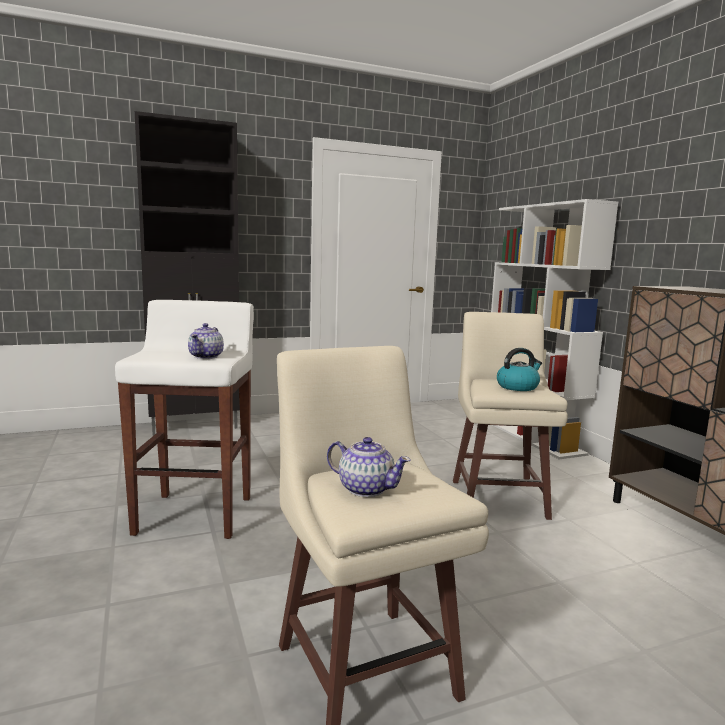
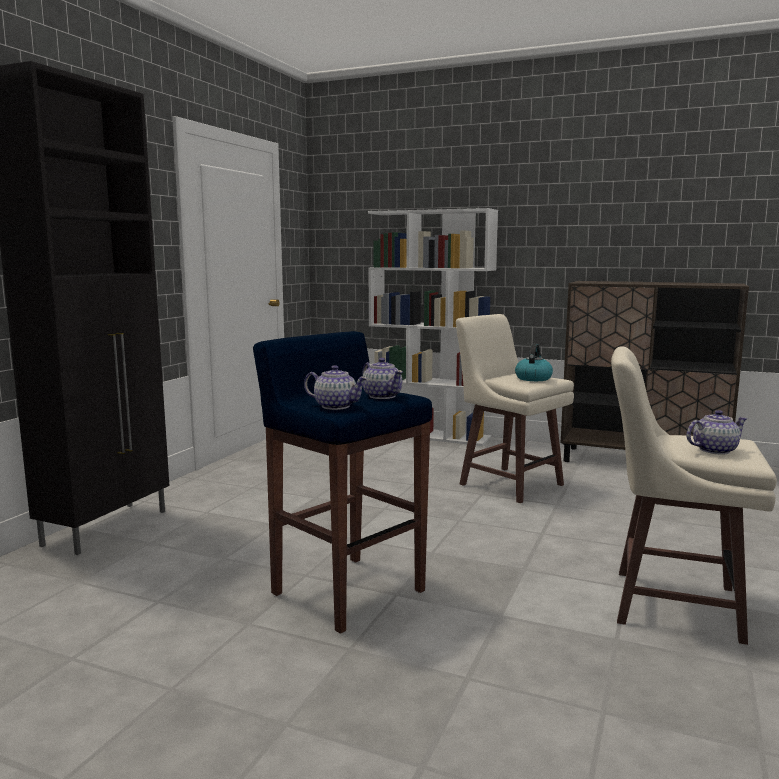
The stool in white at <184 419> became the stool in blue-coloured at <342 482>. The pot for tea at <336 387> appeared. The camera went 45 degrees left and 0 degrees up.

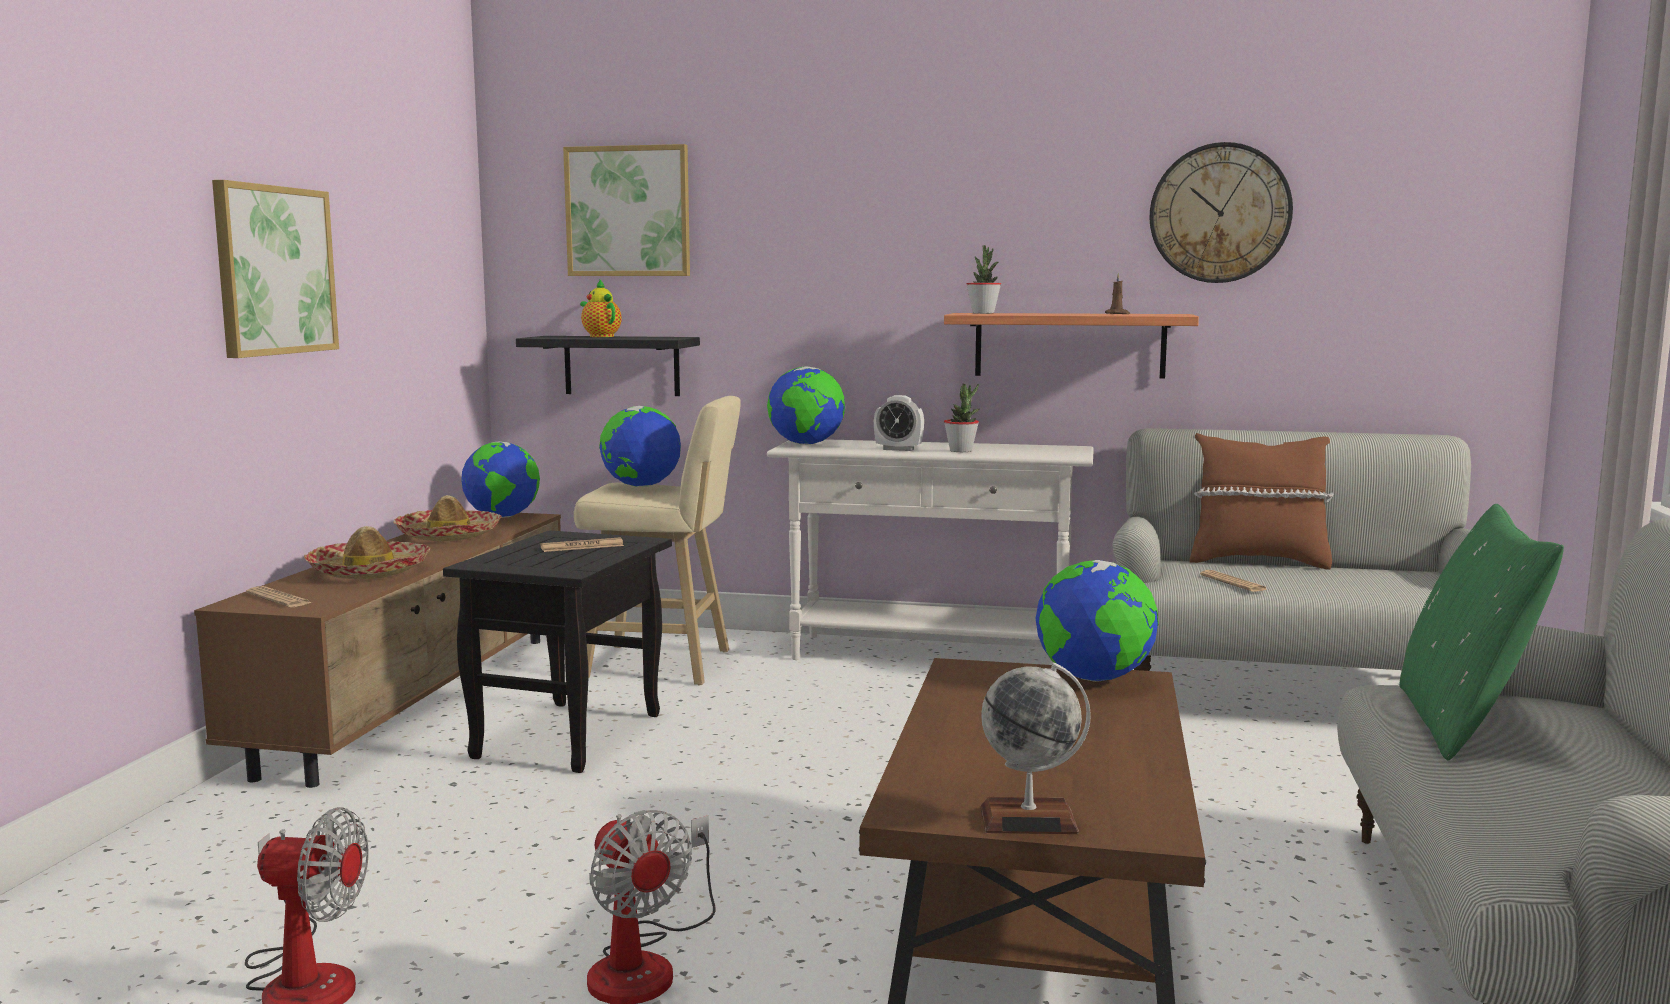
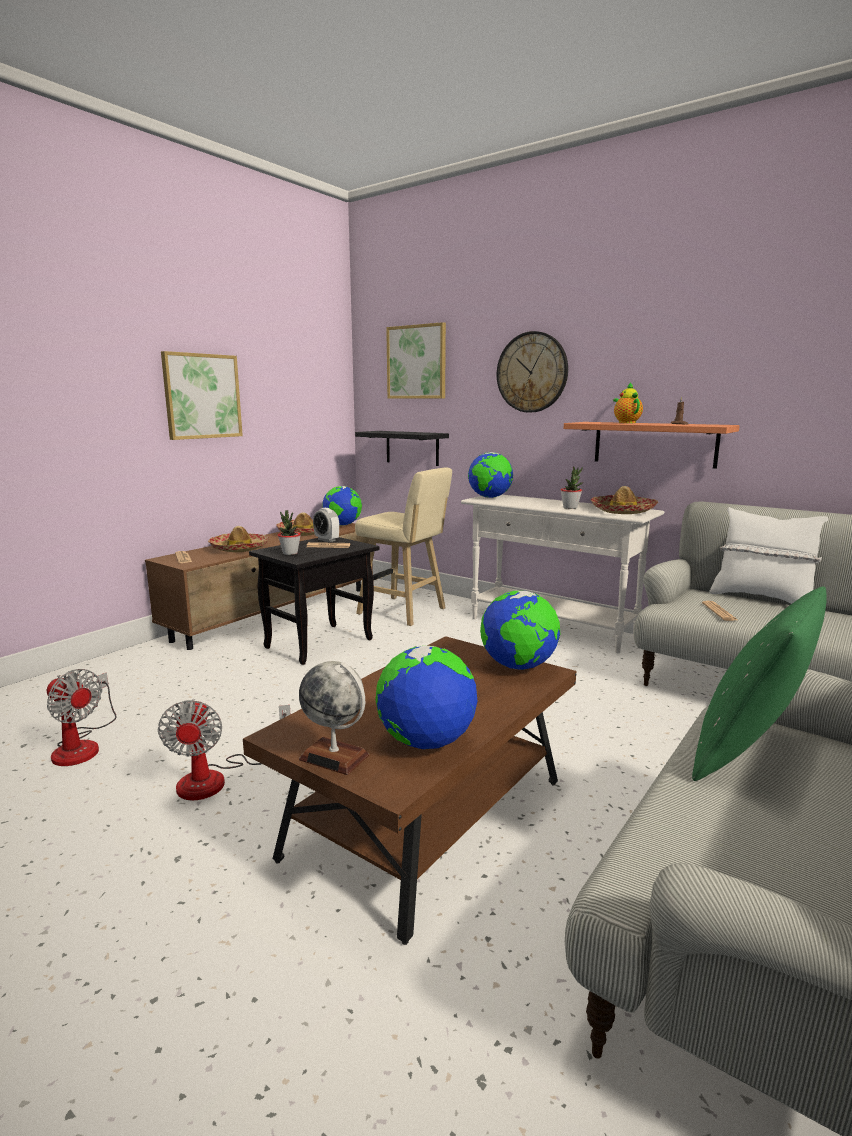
The pot for tea moved from <601 308> to <628 402>. The world globe moved from <640 446> to <426 697>. The bedside clock moved from <899 423> to <326 525>. The potted plant moved from <984 279> to <289 532>. The clock on the wall moved from <1221 212> to <532 372>. The pillow in brown-coloured at <1262 501> became the pillow in white at <768 555>. The hat at <624 500> appeared. The camera went 25 degrees right and 5 degrees up.

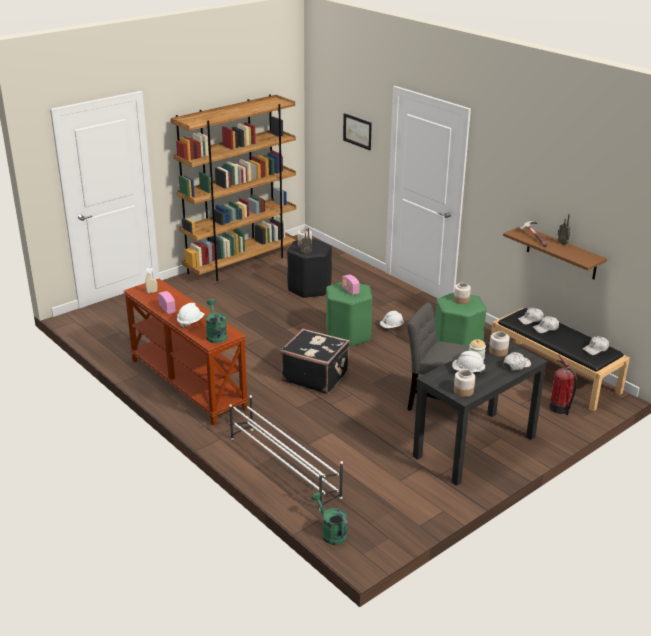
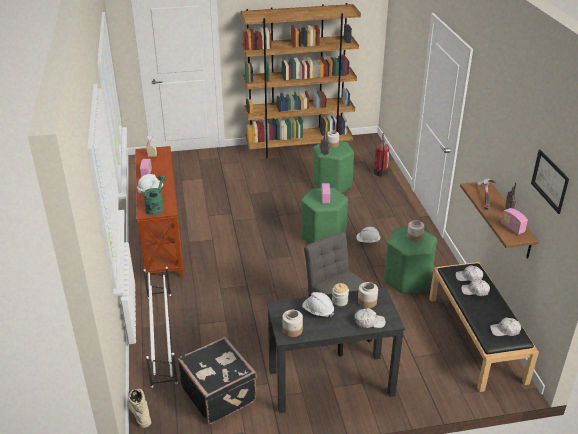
The travel case in black-coloured moved from <315 361> to <217 380>. The stool in black-coloured at <309 269> became the stool in greenish at <333 167>. The sprinkling can in greenish at <329 518> was replaced by the boot in sand-coloured at <139 408>. The wall art moved from <357 131> to <550 182>. The extinguisher moved from <563 384> to <381 155>. The radio set at <514 221> appeared. The camera went 30 degrees right and 5 degrees up.

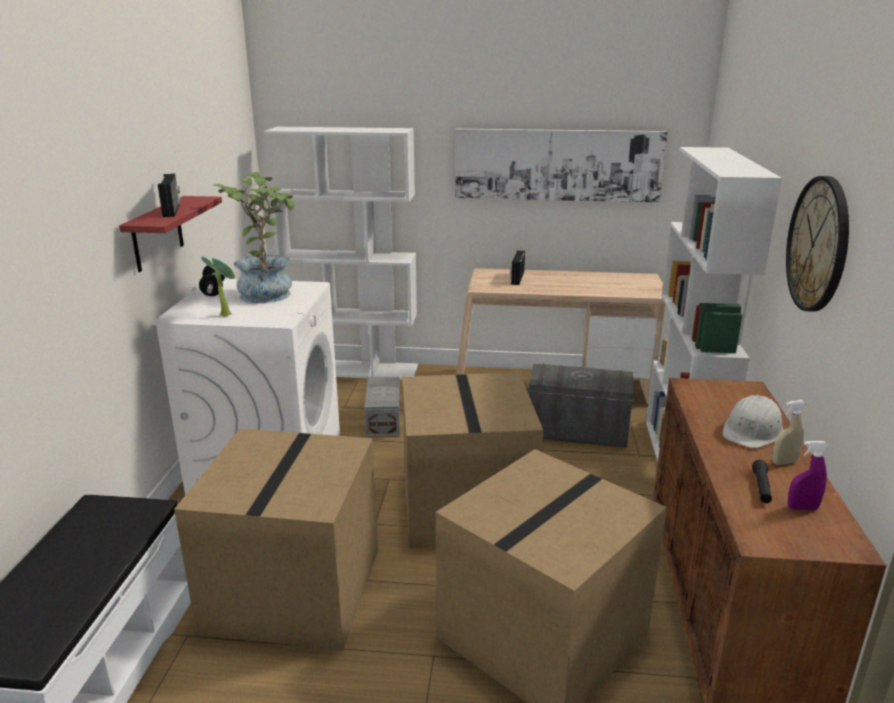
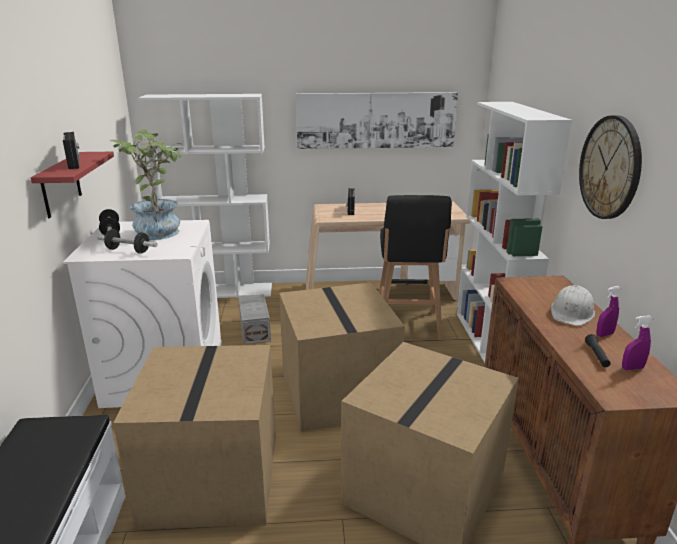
The potted plant at <218 286> was replaced by the dumbbell at <127 241>. The storage box in gray at <580 405> was replaced by the stool in black-coloured at <415 267>. The spray bottle in sand-coloured at <789 432> became the spray bottle in purple at <608 311>. The camera went 10 degrees left and 0 degrees up.

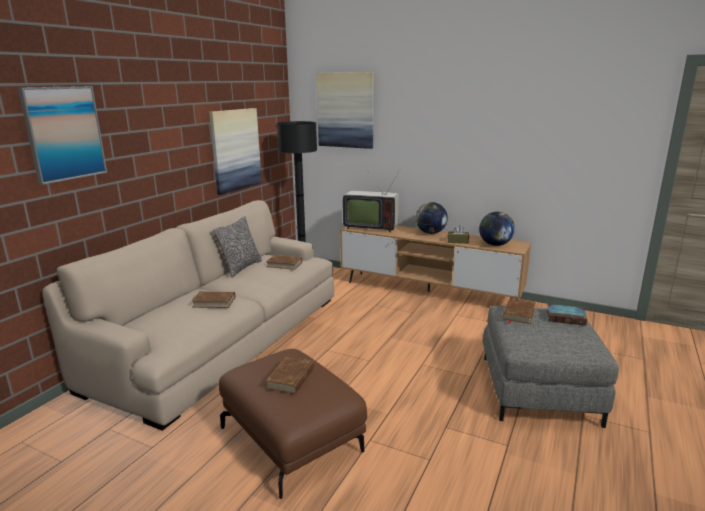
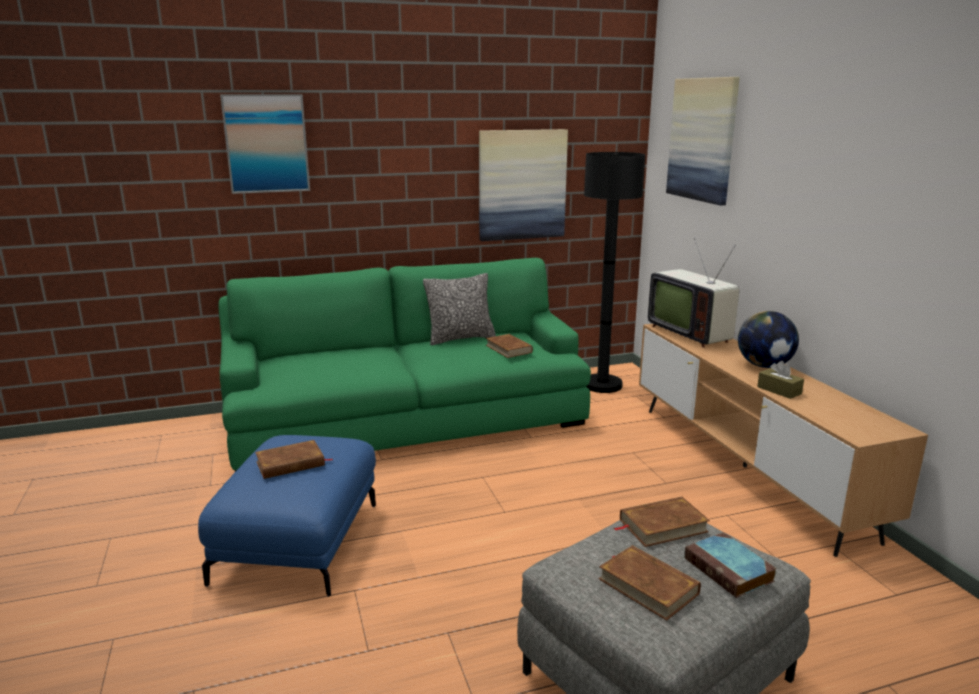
The couch in sand-coloured at <188 315> became the couch in greenish at <404 365>. The volume in brown-coloured moved from <213 299> to <650 583>. The pouffe in brown-coloured at <293 424> became the pouffe in blue-coloured at <287 516>. The world globe at <497 229> disappeared. The camera went 45 degrees right and 0 degrees up.

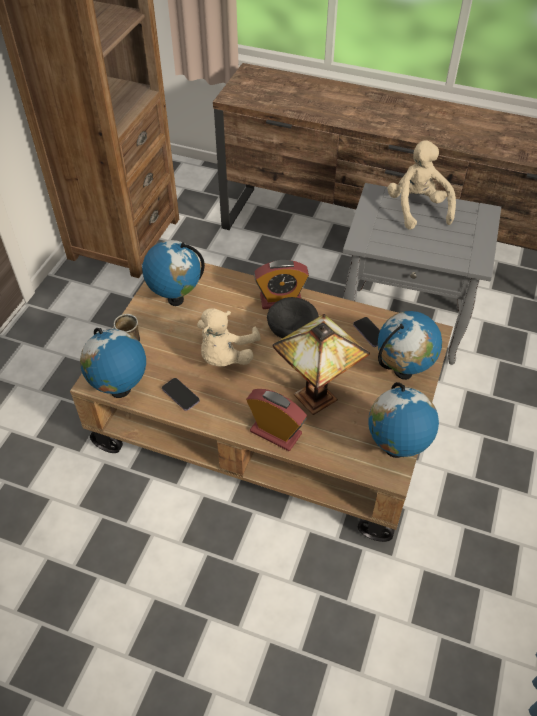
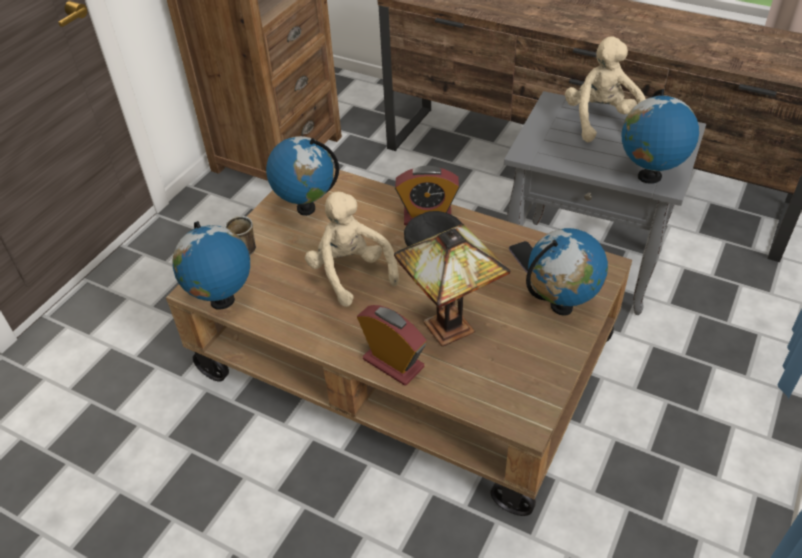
The telephone at <181 394> disappeared. The cuddly toy in sand-coloured at <229 337> turned 120 degrees clockwise. The world globe moved from <403 420> to <660 136>. The camera went 10 degrees right and 5 degrees down.

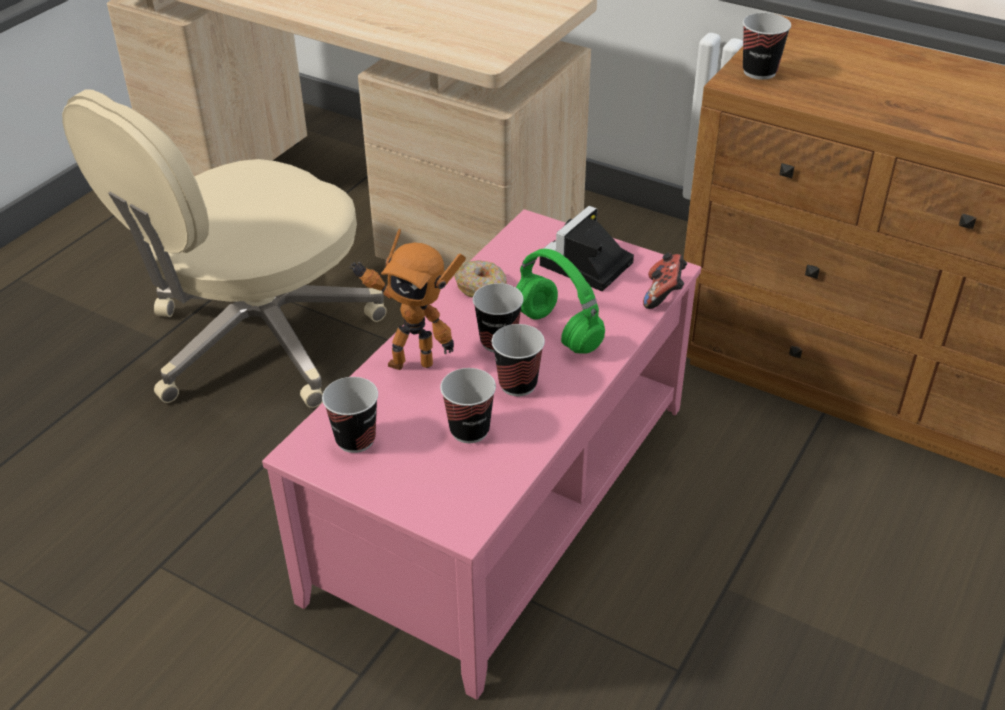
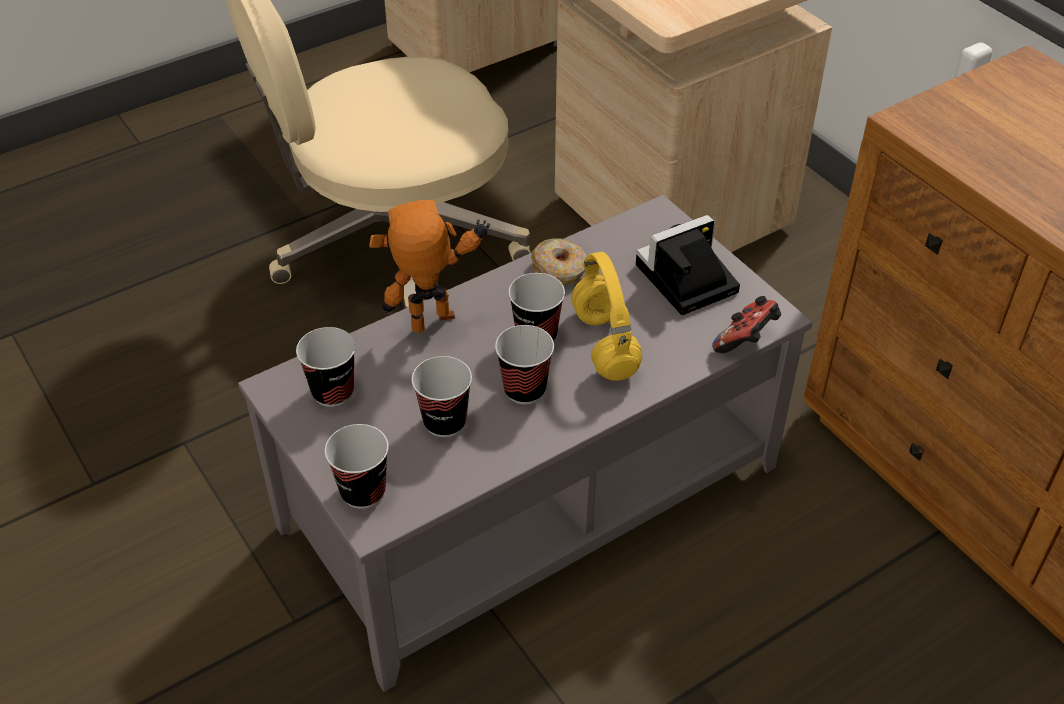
The coffee table in pink at <481 454> became the coffee table in gray at <525 443>. The toy robot at <407 299> turned 120 degrees clockwise. The pair of headphones in greenish at <560 301> became the pair of headphones in yellow at <606 316>. The cup moved from <767 46> to <357 466>. The camera went 25 degrees right and 5 degrees up.

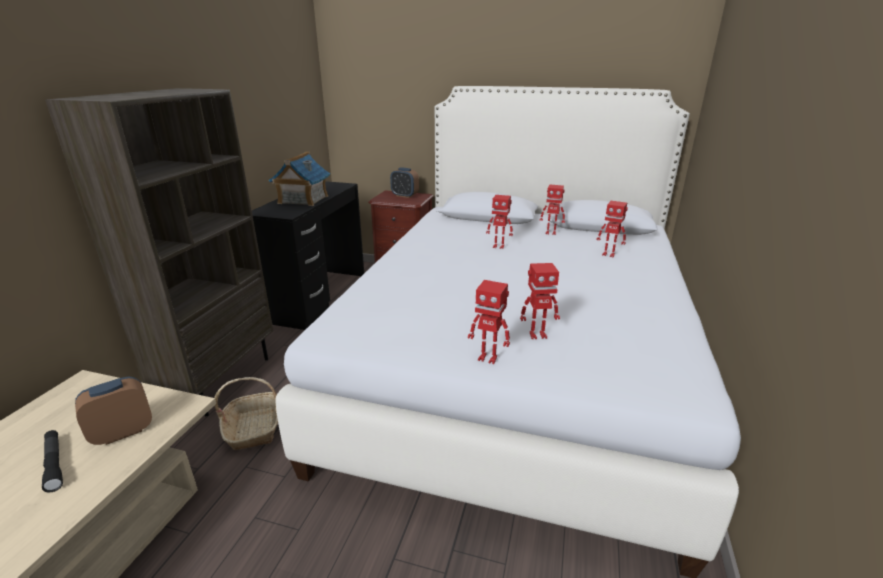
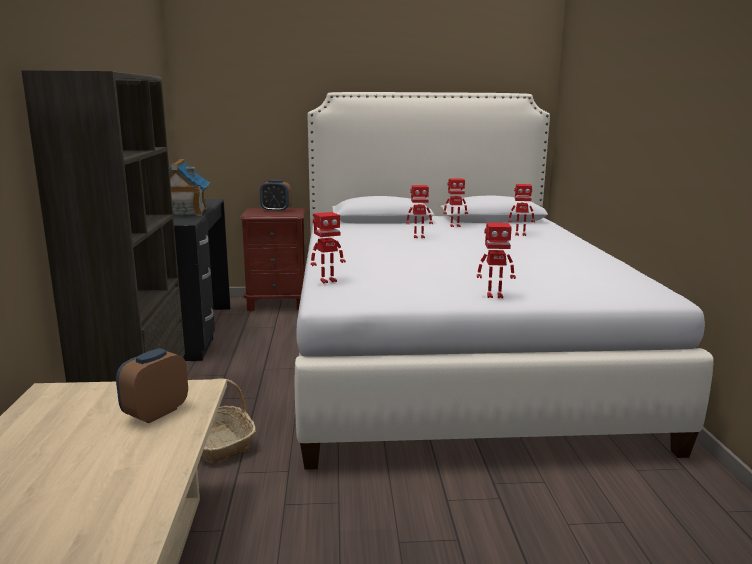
The flashlight in black-coloured at <52 461> disappeared. The toy robot moved from <540 301> to <328 247>. The camera went 20 degrees left and 10 degrees down.

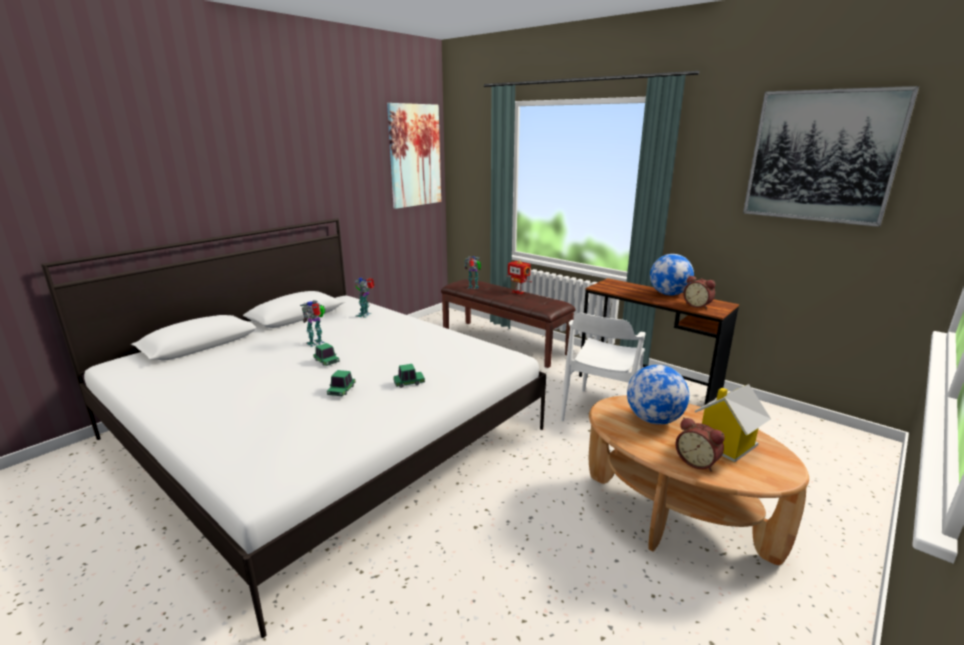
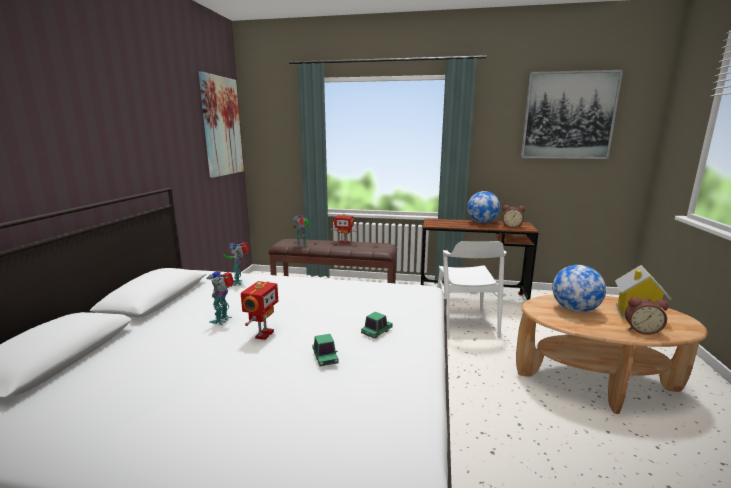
The model car at <326 354> was replaced by the toy robot at <259 310>. The camera went 30 degrees left and 5 degrees down.

